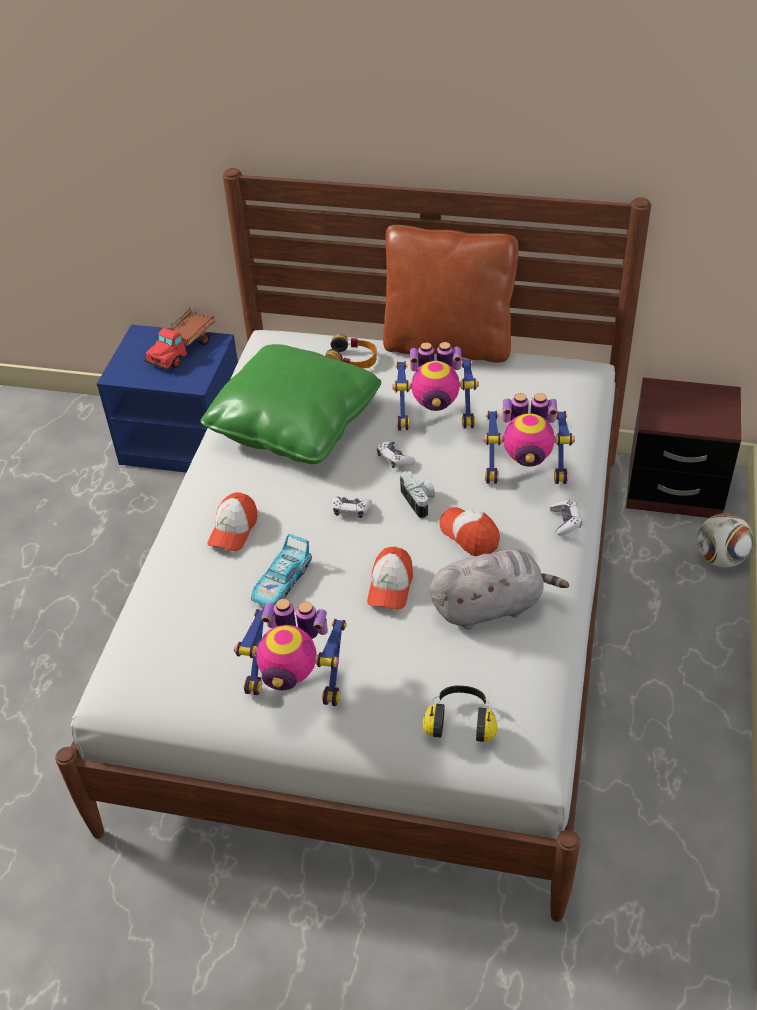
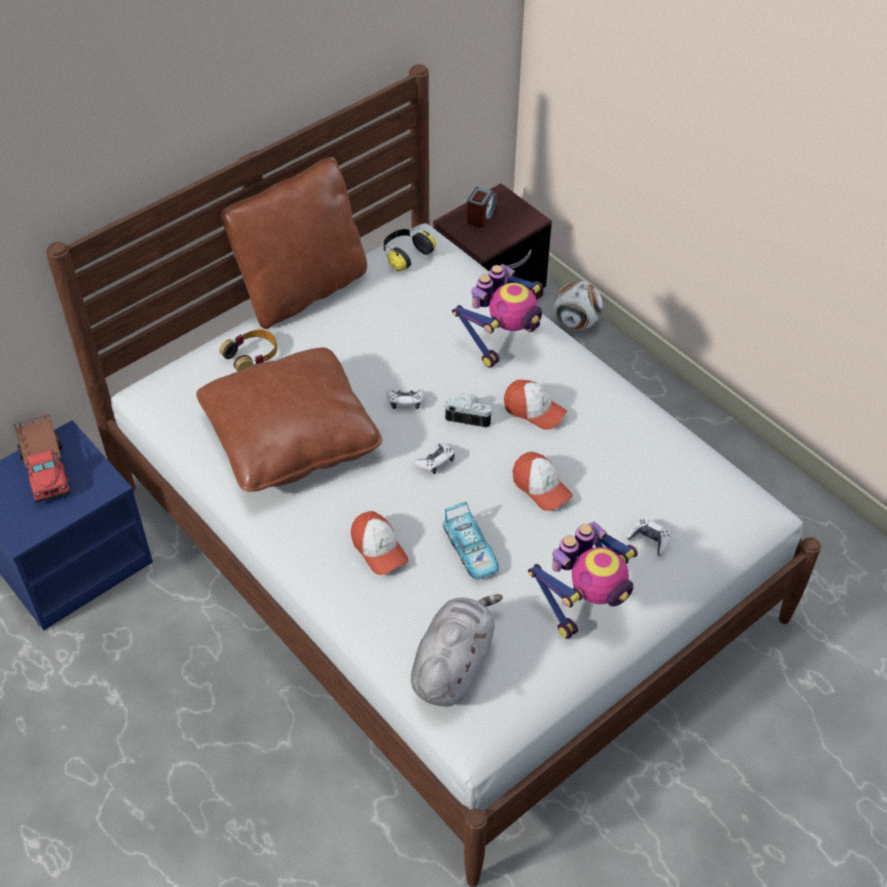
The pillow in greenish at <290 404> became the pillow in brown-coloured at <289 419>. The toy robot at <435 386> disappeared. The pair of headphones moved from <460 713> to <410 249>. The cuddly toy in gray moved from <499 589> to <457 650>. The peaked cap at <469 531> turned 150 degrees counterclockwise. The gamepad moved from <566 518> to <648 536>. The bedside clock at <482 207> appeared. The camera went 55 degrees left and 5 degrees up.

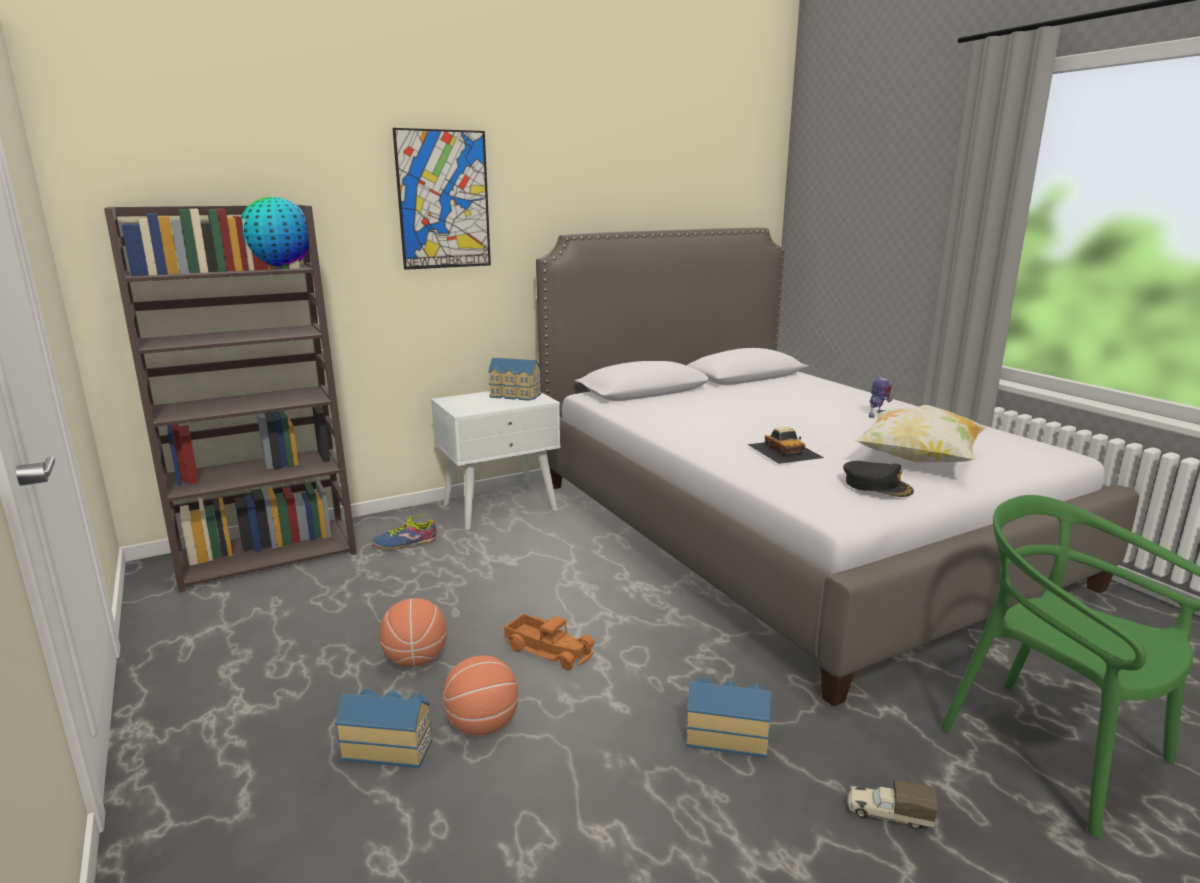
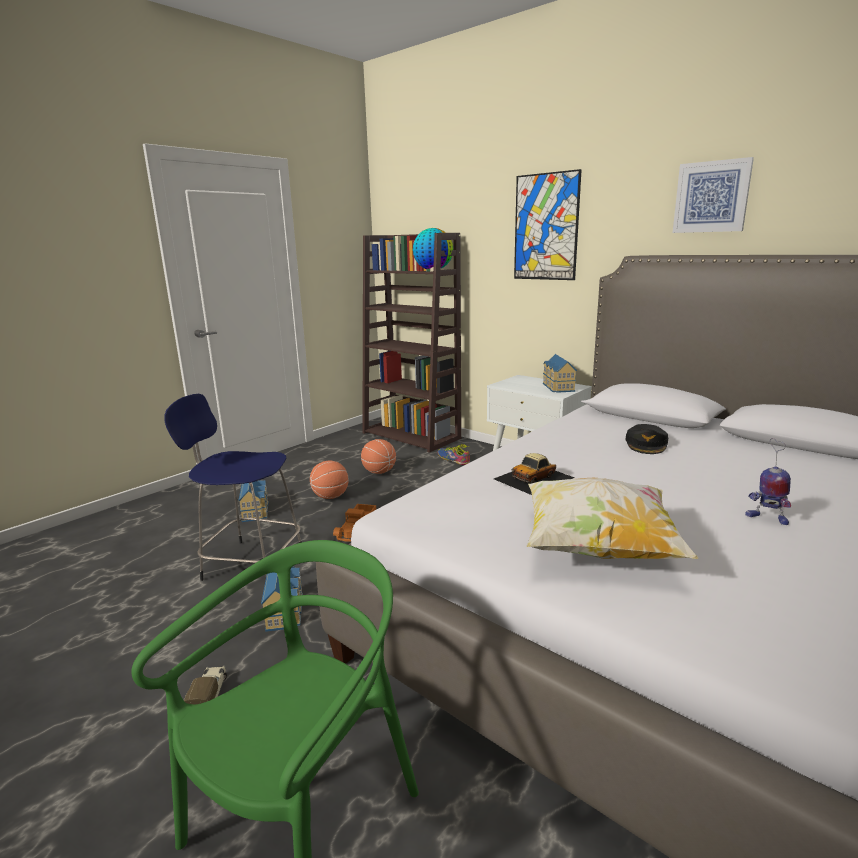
The basketball moved from <480 695> to <378 456>. The peaked cap in black-coloured moved from <878 479> to <647 439>. The stool in blue-coloured at <233 487> appeared. The wall art at <713 195> appeared. The camera went 70 degrees right and 0 degrees up.

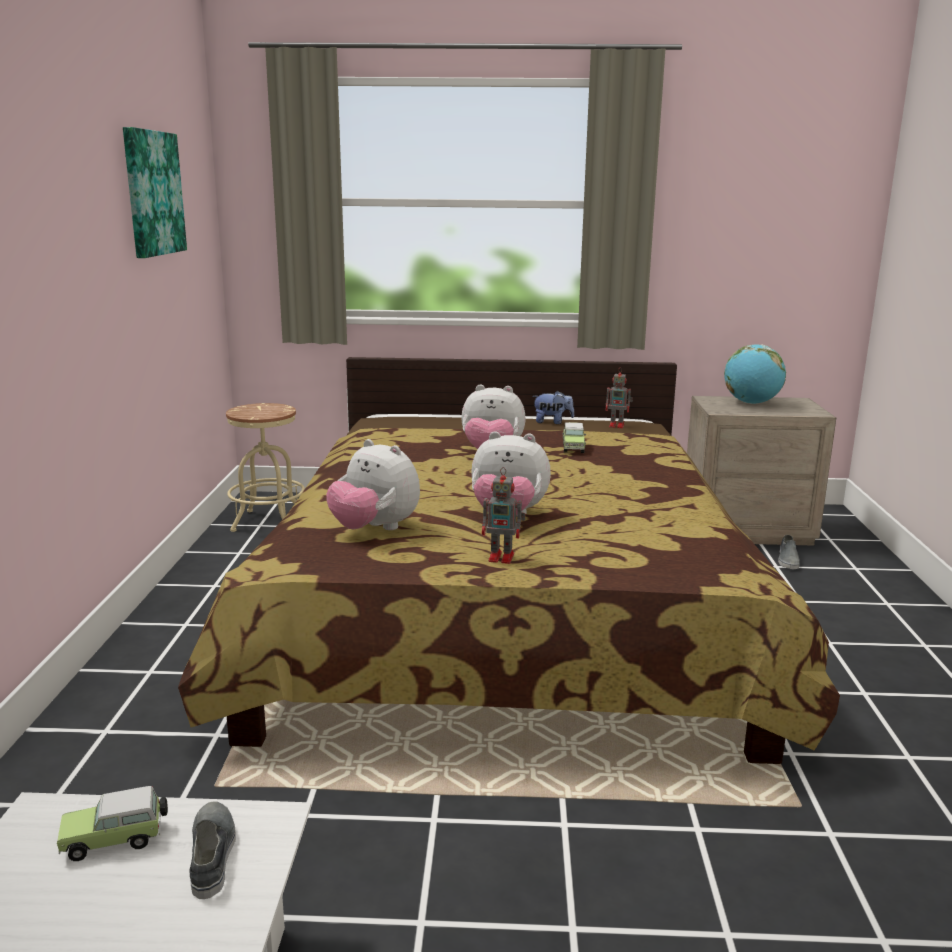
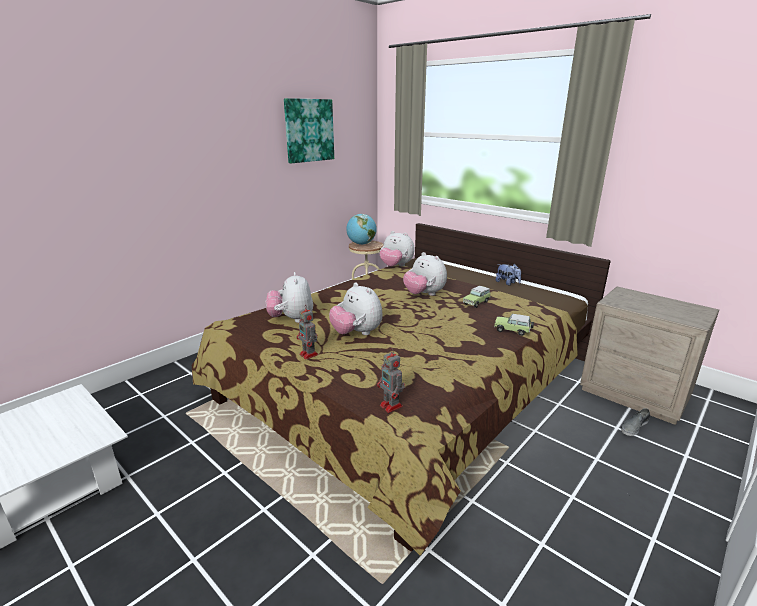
The model car moved from <112 823> to <514 325>. The item of footwear in gray at <213 850> disappeared. The toy robot moved from <619 397> to <391 380>. The world globe moved from <755 374> to <361 229>. The cuddly toy at <396 249> appeared. The camera went 40 degrees right and 5 degrees up.

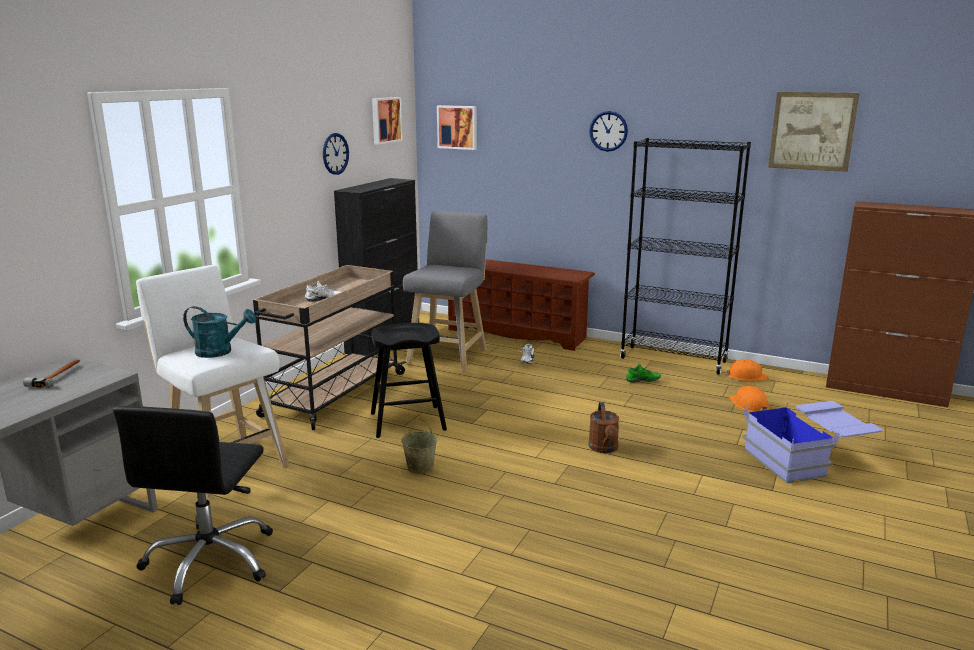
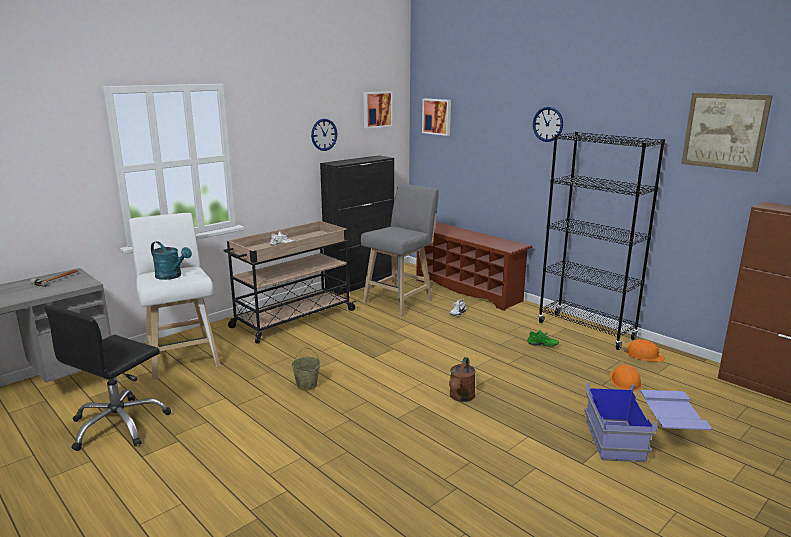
The stool in black-coloured at <409 380> disappeared. The camera went 20 degrees right and 0 degrees up.

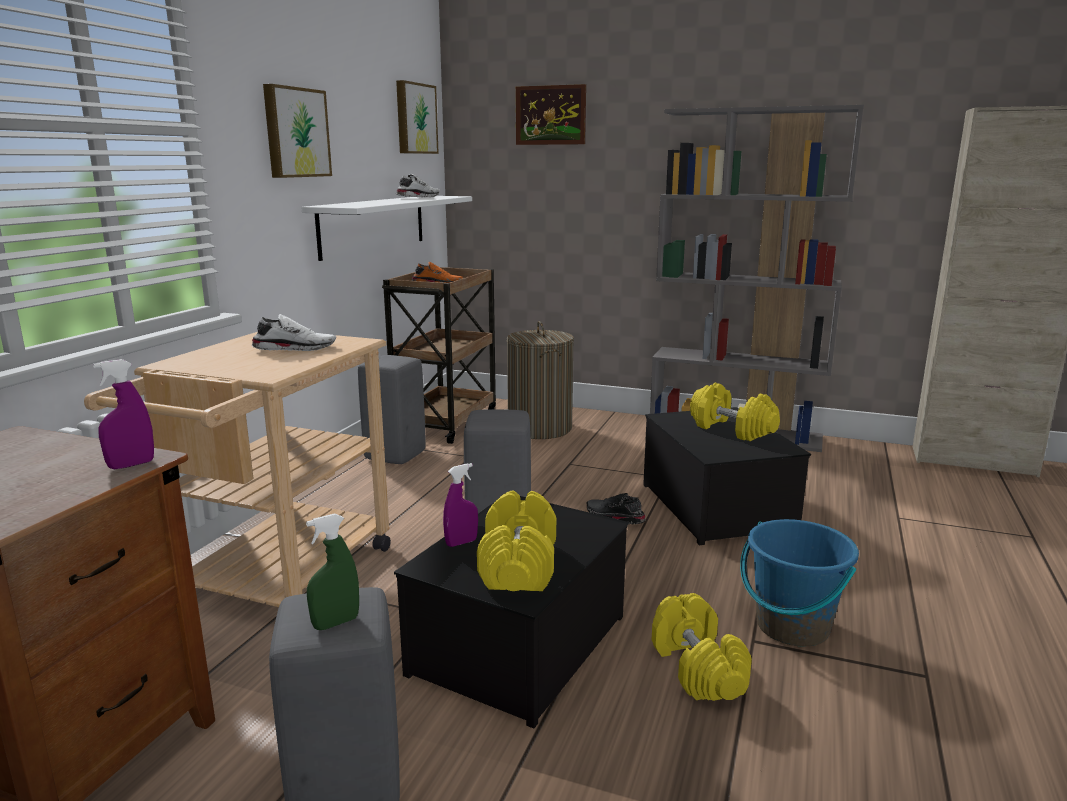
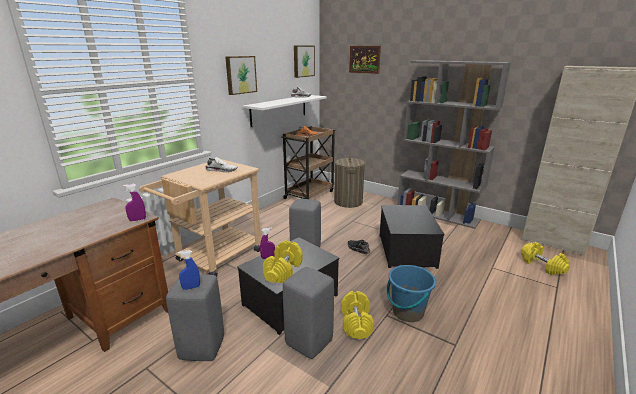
The spray bottle in greenish at <332 571> became the spray bottle in blue-coloured at <189 270>. The stool in gray moved from <391 409> to <308 313>. The dumbbell in yellow moved from <735 412> to <545 258>. The camera went 15 degrees right and 5 degrees up.

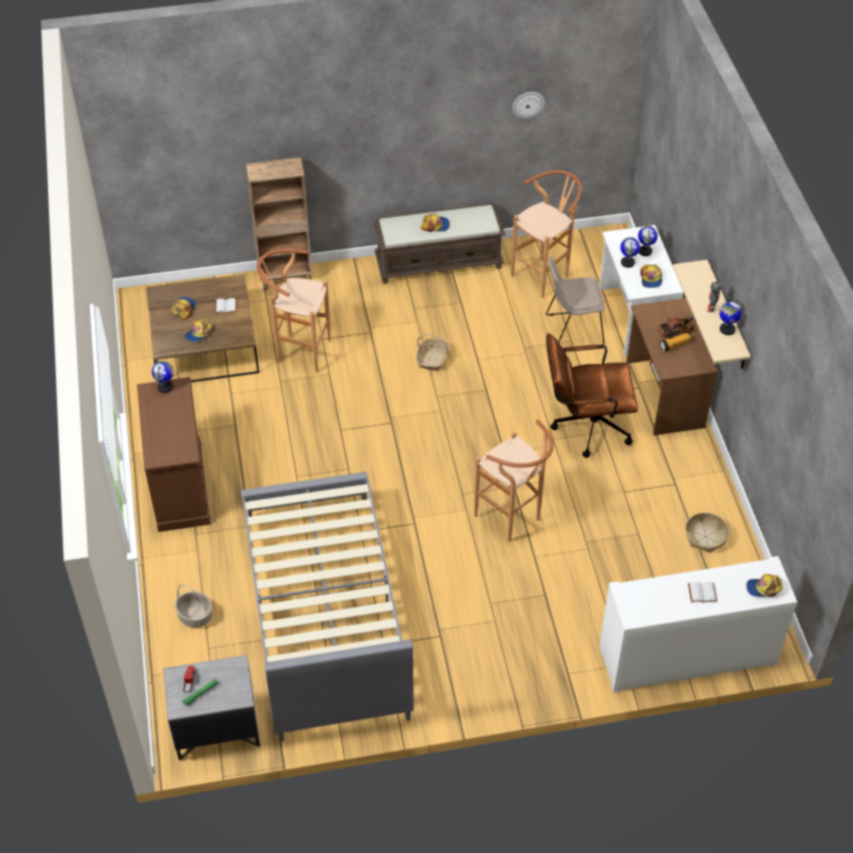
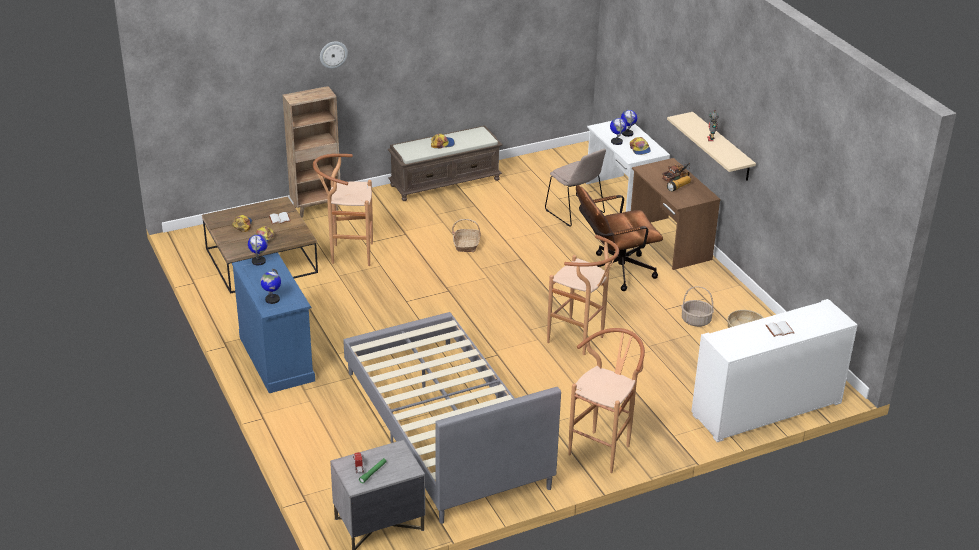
The chest of drawers in brown-coloured at <174 454> became the chest of drawers in blue-coloured at <273 322>. The household basket moved from <193 606> to <698 306>. The stool in brown-coloured moved from <546 234> to <606 400>. The clock on the wall moved from <528 105> to <334 55>. The chair in sand-coloured at <575 300> turned 105 degrees counterclockwise. The world globe moved from <730 317> to <270 286>. The peaked cap at <764 585> disappeared. The camera went 15 degrees left and 15 degrees down.

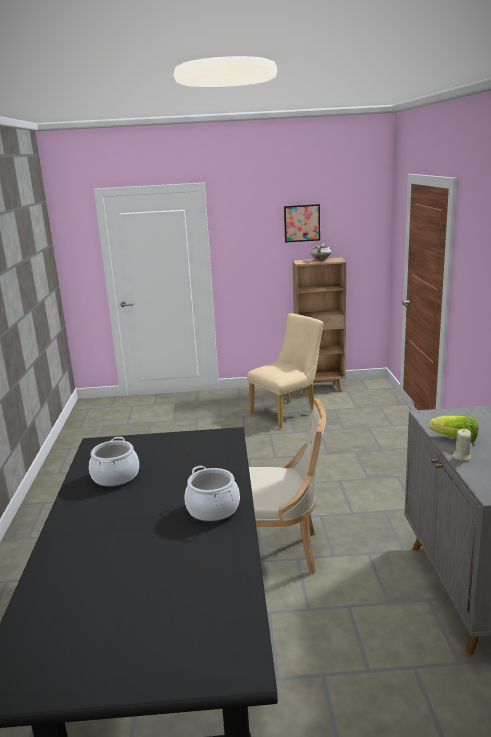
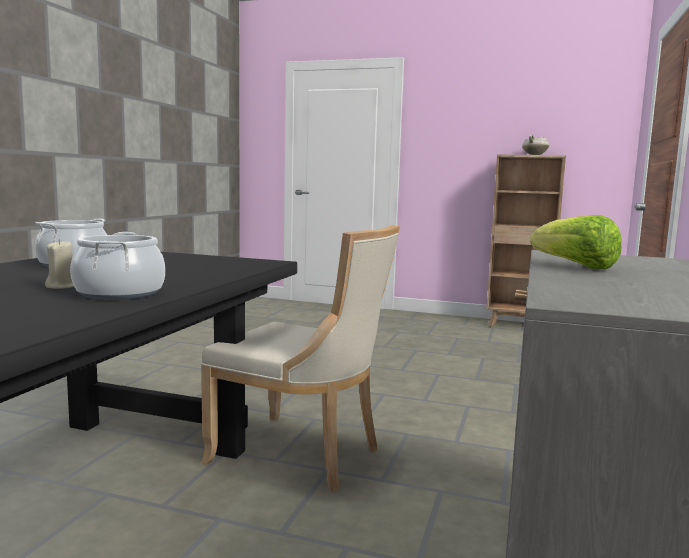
The chair in sand-coloured at <285 370> disappeared. The wall art at <302 223> disappeared. The candle in sand-coloured moved from <462 445> to <59 264>. The camera went 20 degrees right and 10 degrees down.

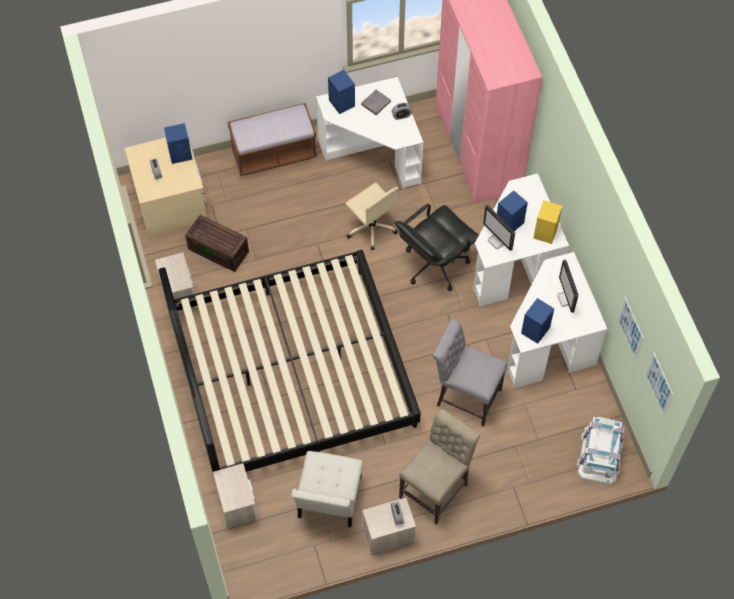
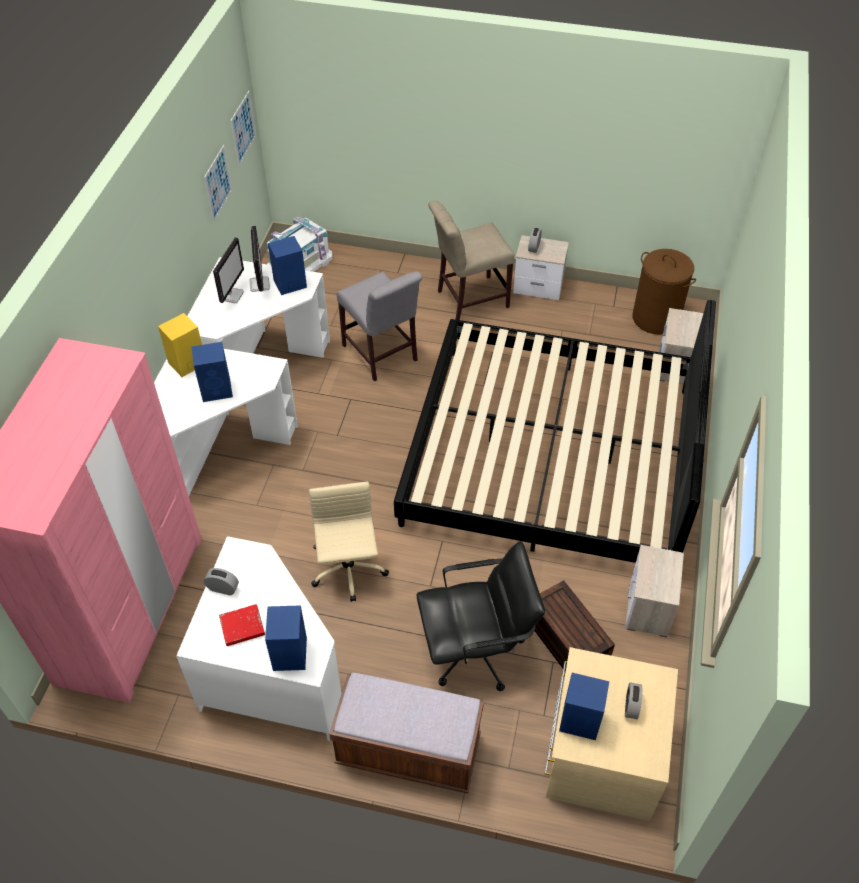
The chair in white at <327 489> disappeared. The volume in gray at <376 102> became the volume in reddish at <242 625>. The office chair in black-coloured moved from <437 247> to <481 616>. The computer screen moved from <499 228> to <259 259>. The hamper in brown-coloured at <664 291> appeared. The camera went 150 degrees left and 10 degrees down.

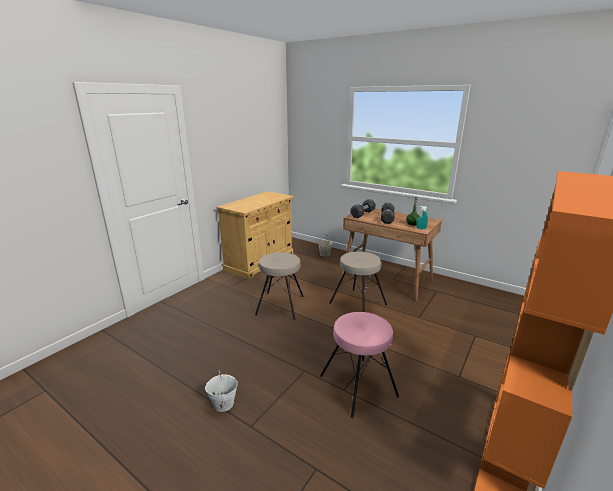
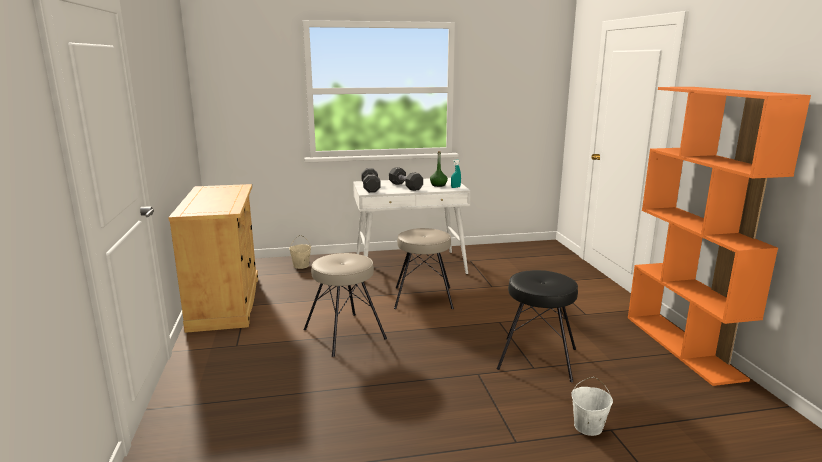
The bucket in white moved from <221 391> to <592 406>. The stool in pink at <359 365> became the stool in black-coloured at <537 326>. The desk table in brown-coloured at <391 255> became the desk table in white at <412 226>. The camera went 45 degrees left and 5 degrees down.

